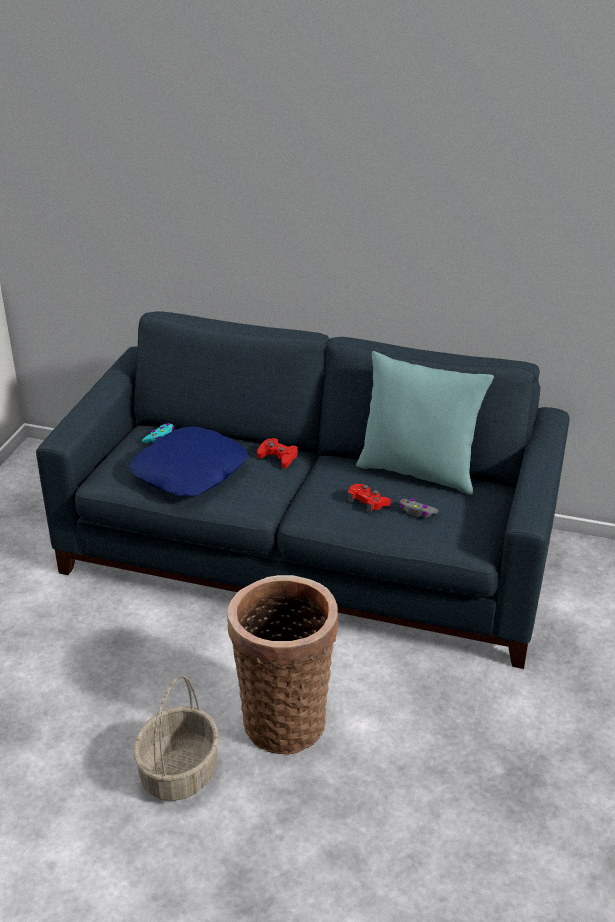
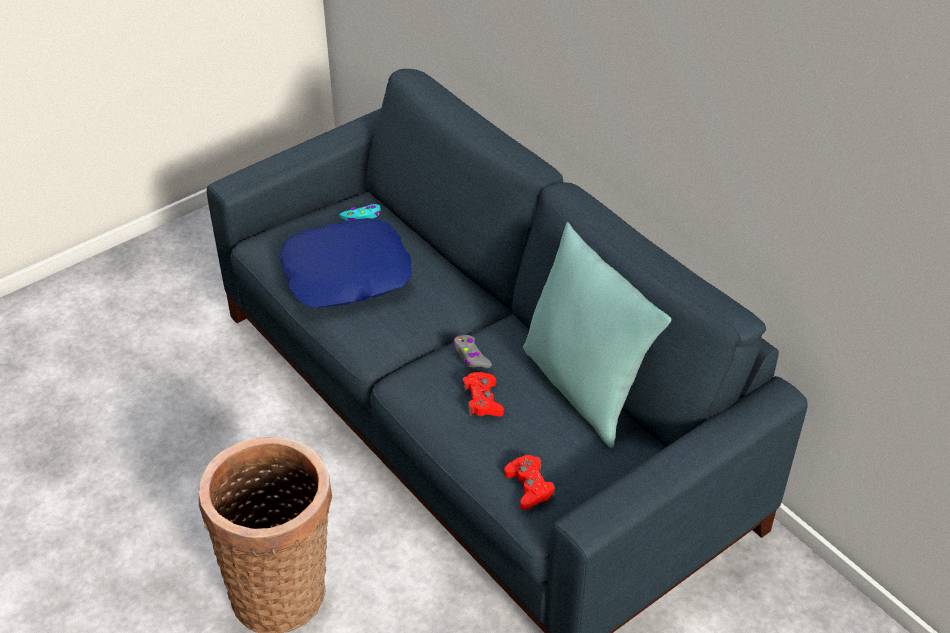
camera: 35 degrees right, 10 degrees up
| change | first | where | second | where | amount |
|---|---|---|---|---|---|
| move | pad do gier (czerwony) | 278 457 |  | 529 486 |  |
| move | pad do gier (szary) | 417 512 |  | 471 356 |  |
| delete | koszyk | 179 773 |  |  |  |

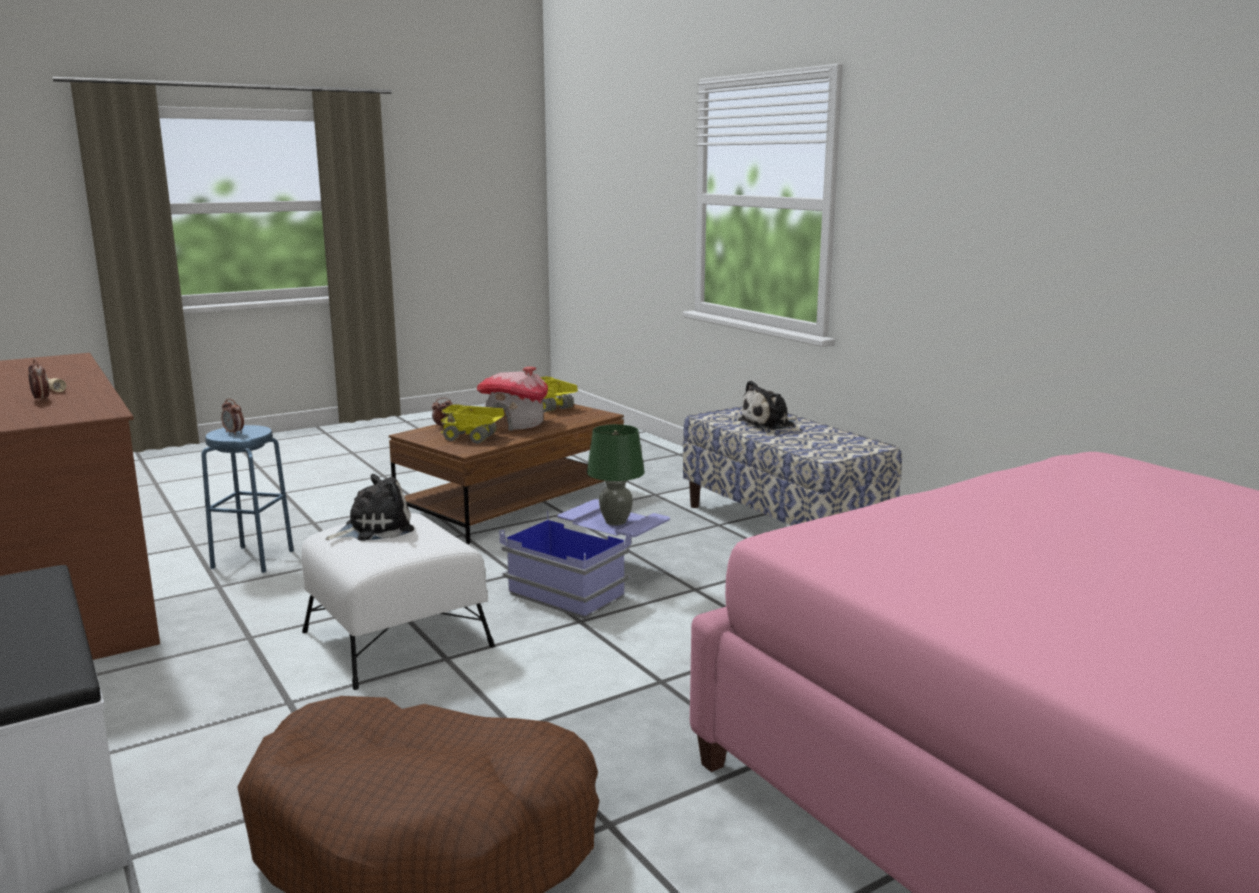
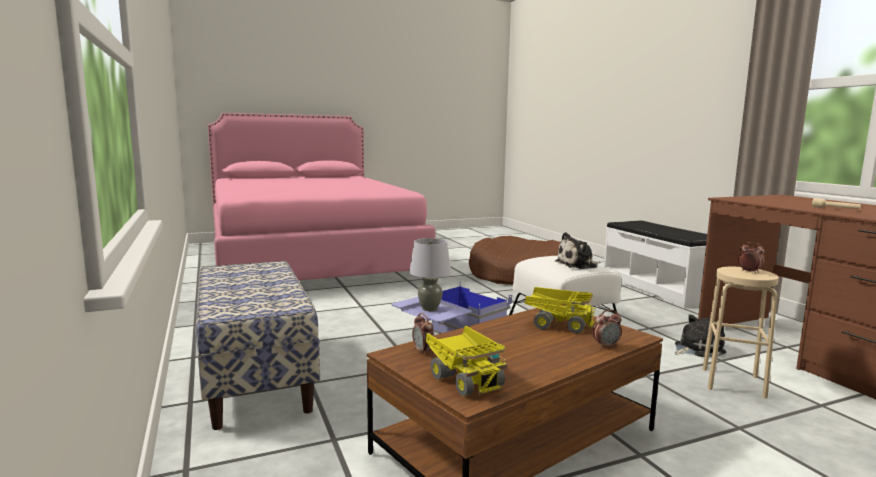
camera: 170 degrees left, 5 degrees down
| change | first | where | second | where | amount |
|---|---|---|---|---|---|
| move | budzik | 41 399 |  | 423 351 |  |
| delete | domek | 515 424 |  |  |  |
| move | pluszak | 769 424 |  | 696 349 |  |
| recolor | lampa stołowa (zielony) | 616 521 | lampa stołowa (szary) | 429 309 |  |
| recolor | stołek (niebieski) | 253 559 | stołek (beżowy) | 732 382 |  |

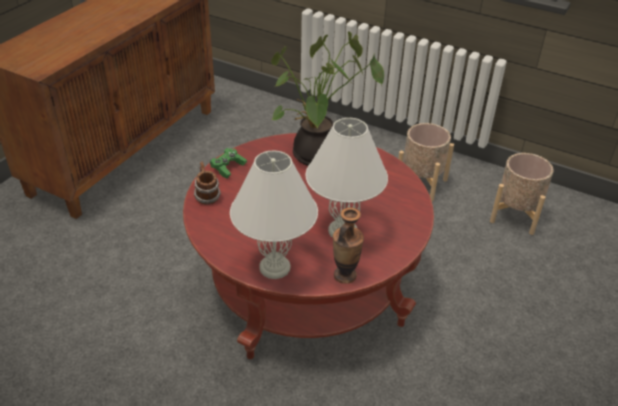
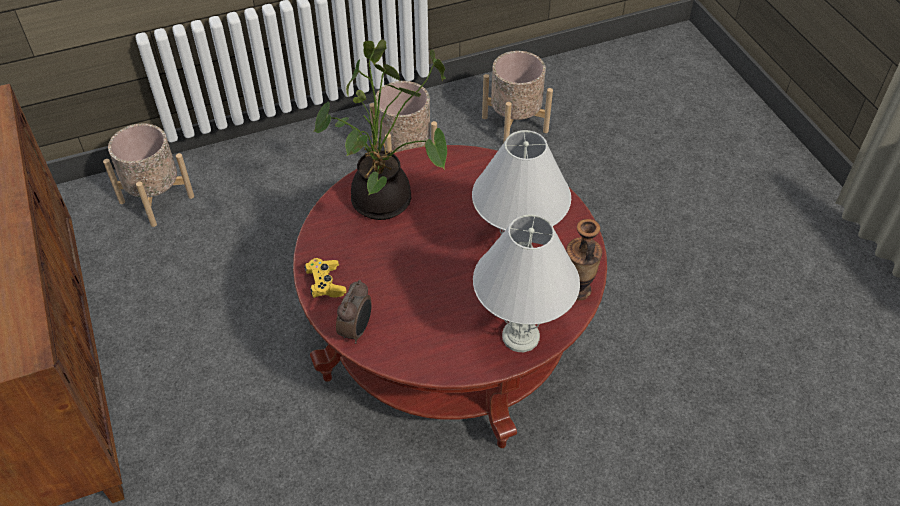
camera: 50 degrees left, 10 degrees up
| change | first | where | second | where | amount |
|---|---|---|---|---|---|
| recolor | pad do gier (zielony) | 228 167 | pad do gier (żółty) | 326 284 |  |
| replace | kubek | 206 196 | budzik | 357 330 |  |
| insert |  |  | donica (beżowy) | 156 199 |  |

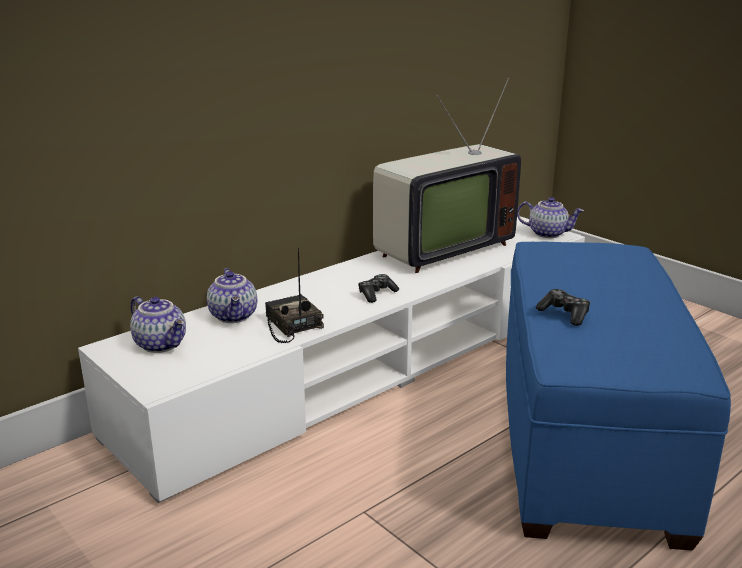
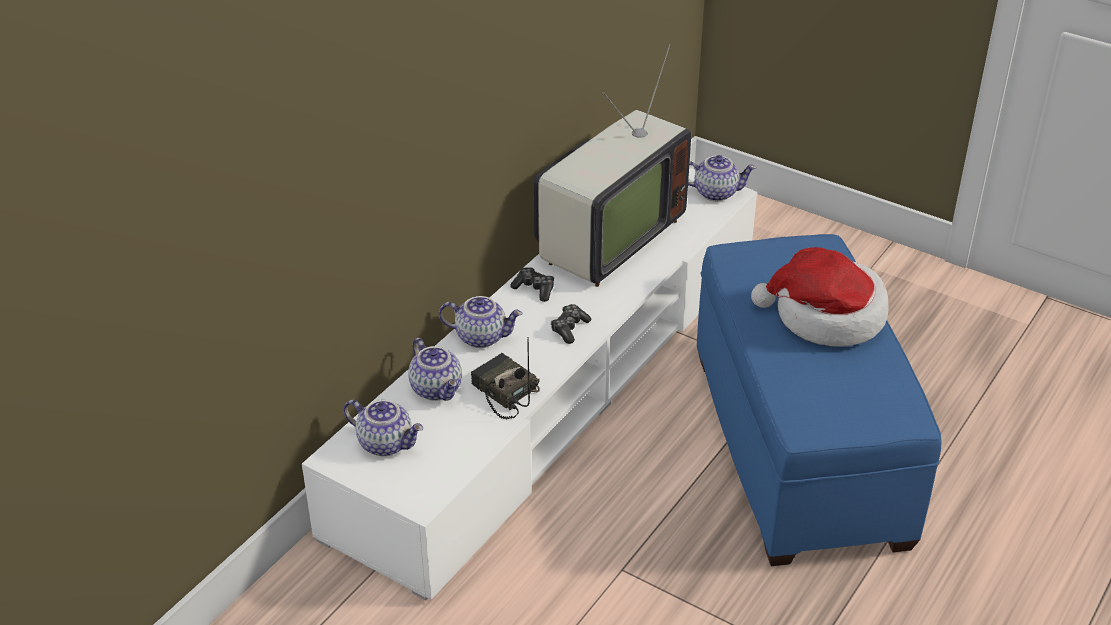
camera: 15 degrees left, 15 degrees up
| change | first | where | second | where | amount |
|---|---|---|---|---|---|
| move | pad do gier | 564 314 |  | 534 289 |  |
| insert |  |  | kapelusz | 826 316 |  |
| insert |  |  | imbryk | 482 337 |  |

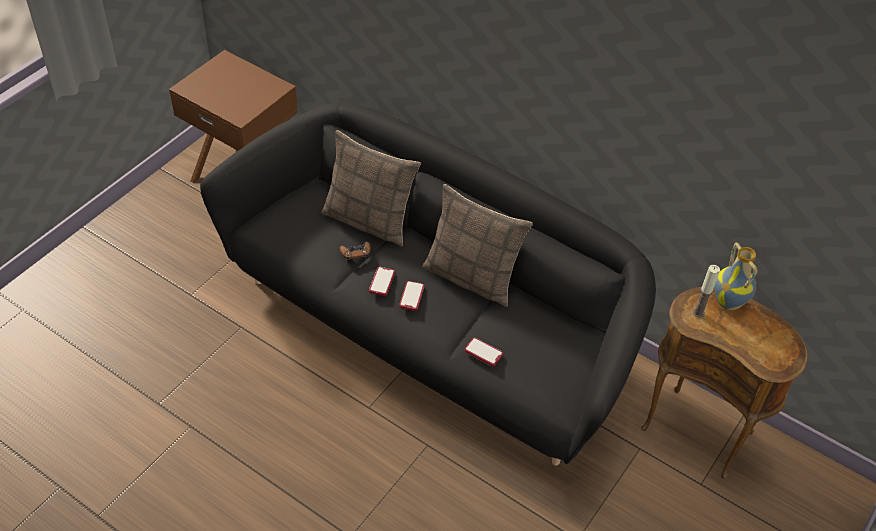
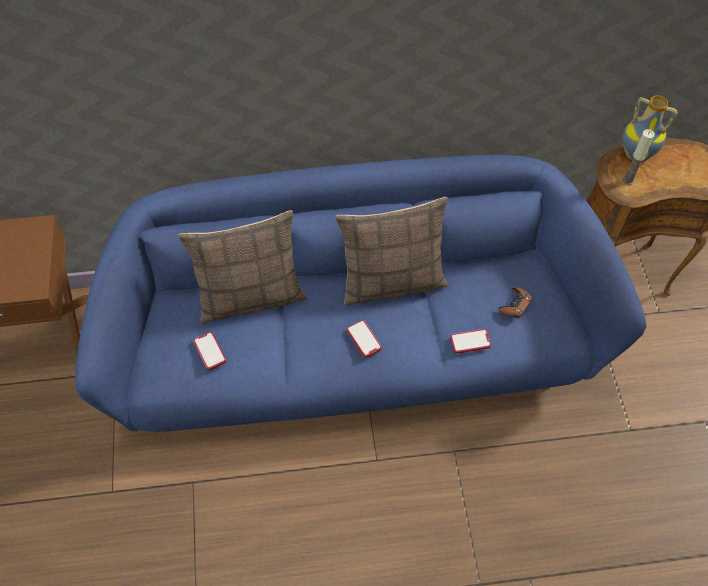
camera: 40 degrees left, 10 degrees up
| change | first | where | second | where | amount |
|---|---|---|---|---|---|
| recolor | kanapa (czarny) | 433 328 | kanapa (niebieski) | 354 346 |  |
| move | pad do gier (brązowy) | 356 253 |  | 515 305 |  |
| move | telefon | 382 282 |  | 210 351 |  |

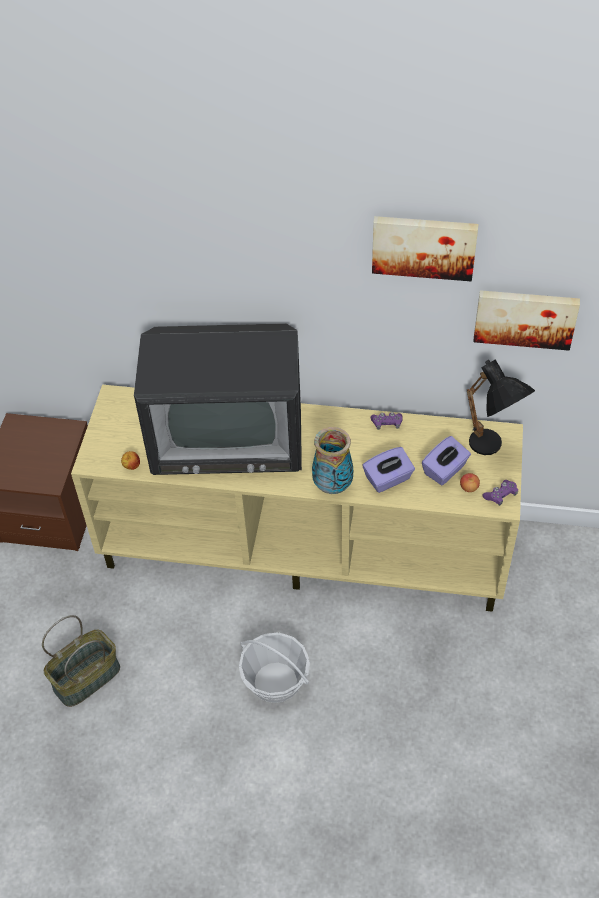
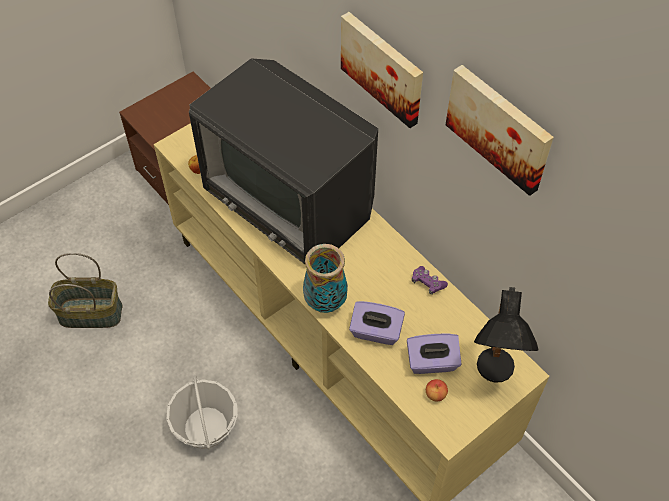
camera: 40 degrees right, 5 degrees up
| change | first | where | second | where | amount |
|---|---|---|---|---|---|
| move | obraz | 525 317 |  | 383 67 |  |
| delete | pad do gier (fioletowy) | 500 495 |  |  |  |

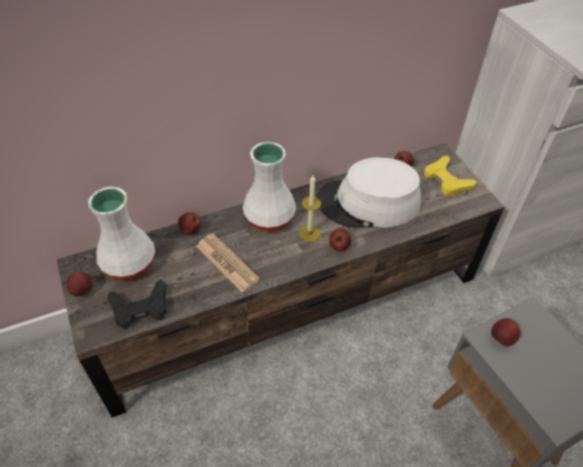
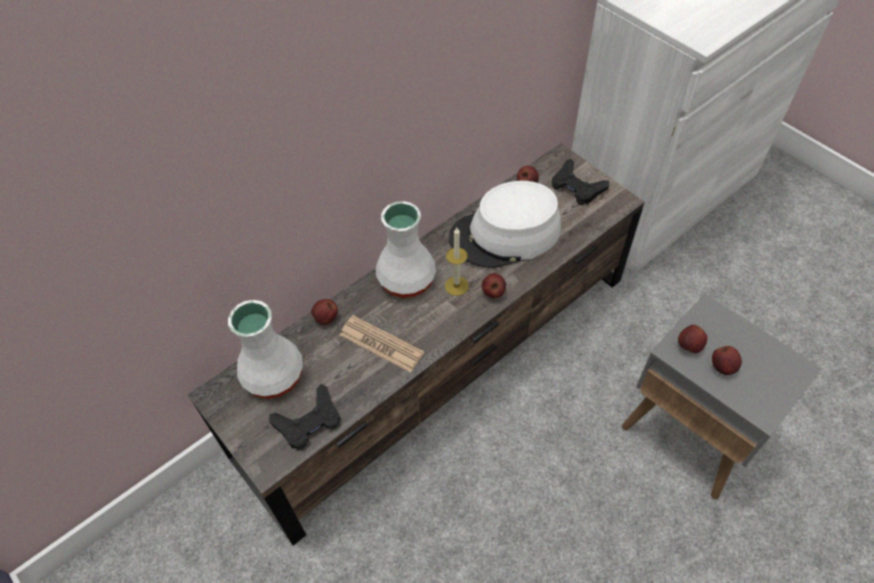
camera: 15 degrees left, 5 degrees up
| change | first | where | second | where | amount |
|---|---|---|---|---|---|
| recolor | pad do gier (żółty) | 446 180 | pad do gier (czarny) | 577 187 |  |
| move | jabłko | 82 291 |  | 723 367 |  |

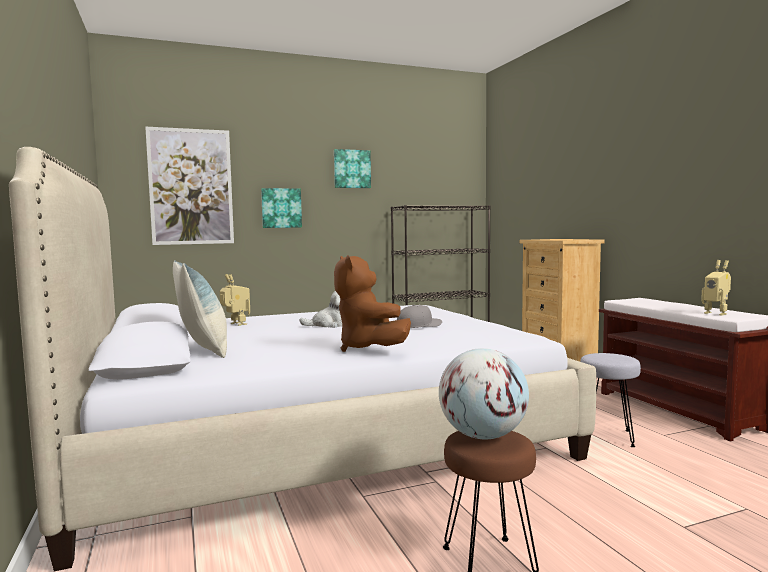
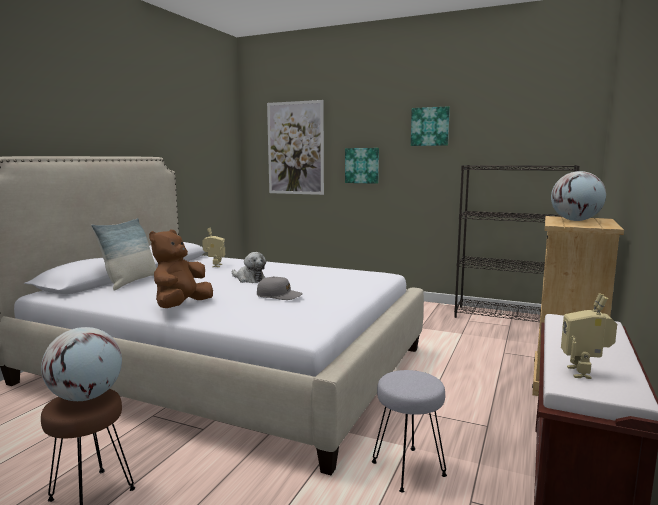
camera: 45 degrees right, 5 degrees up
| change | first | where | second | where | amount |
|---|---|---|---|---|---|
| insert |  |  | globus | 575 220 |  |

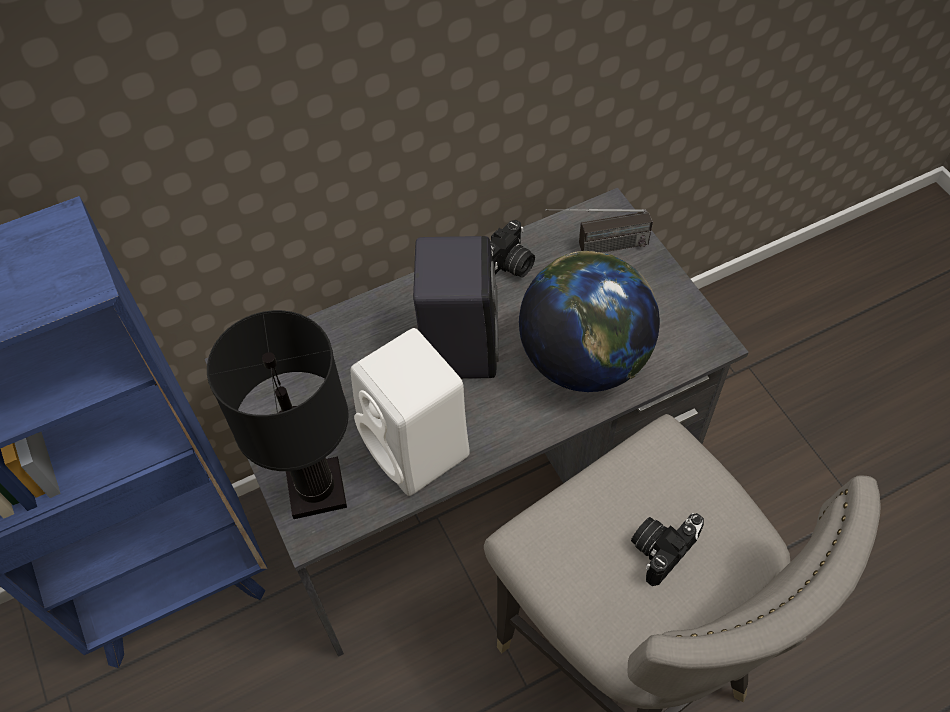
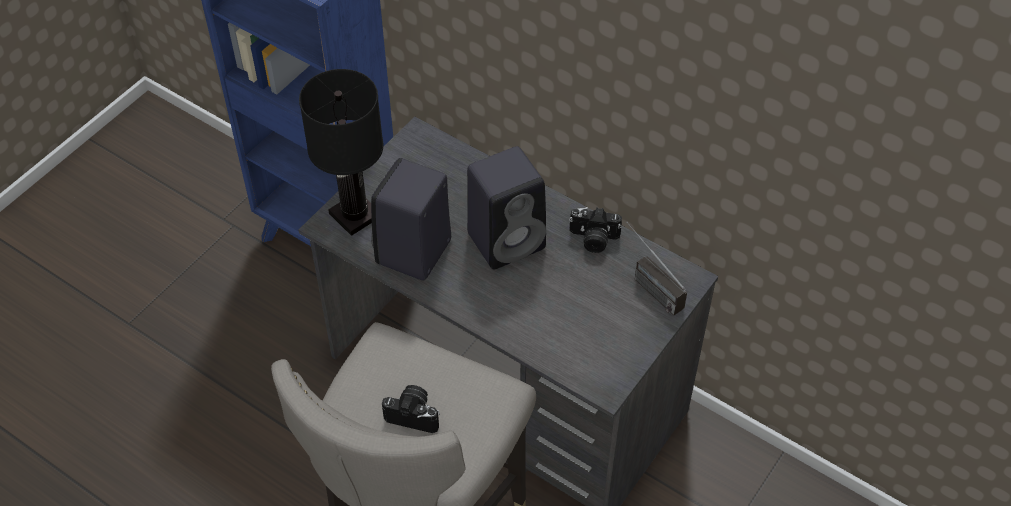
camera: 60 degrees right, 5 degrees down
| change | first | where | second | where | amount |
|---|---|---|---|---|---|
| delete | globus | 584 360 |  |  |  |
| recolor | głośnik (biały) | 419 449 | głośnik (czarny) | 413 253 |  |

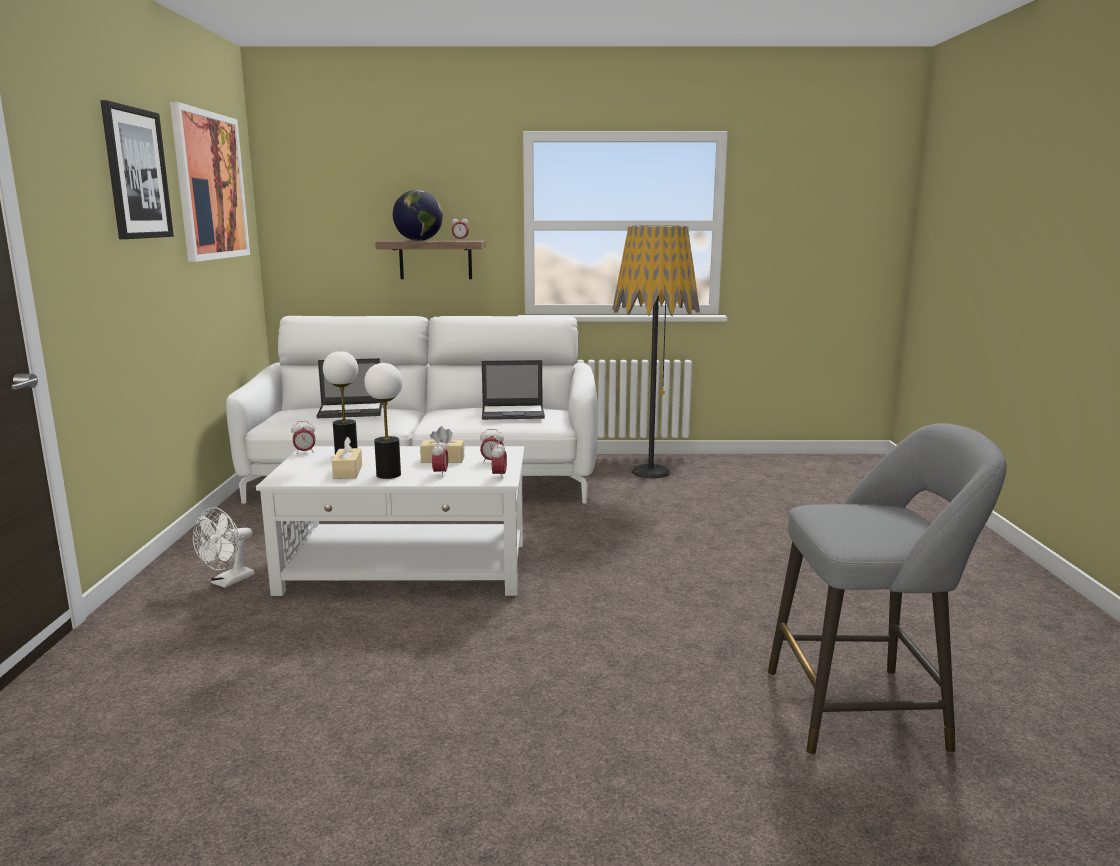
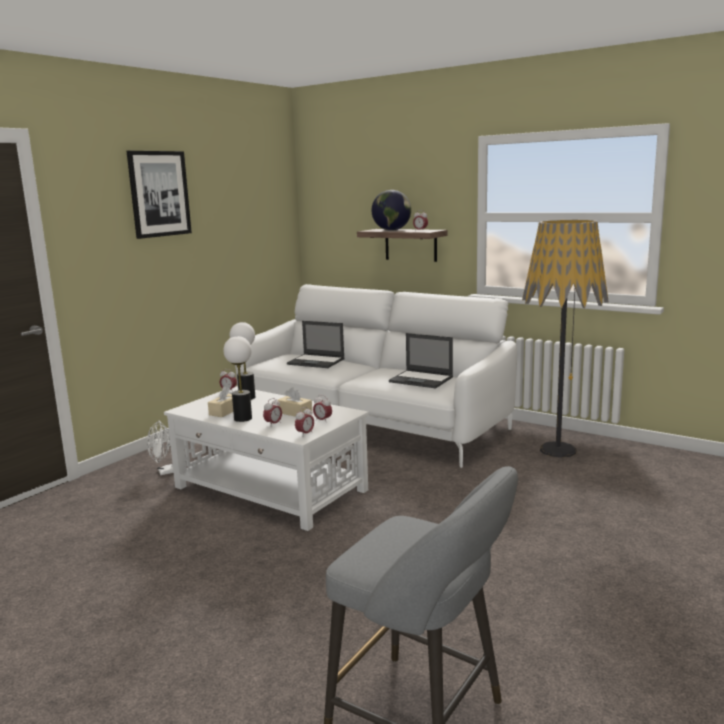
camera: 35 degrees right, 0 degrees up
| change | first | where | second | where | amount |
|---|---|---|---|---|---|
| delete | obraz | 210 186 |  |  |  |

